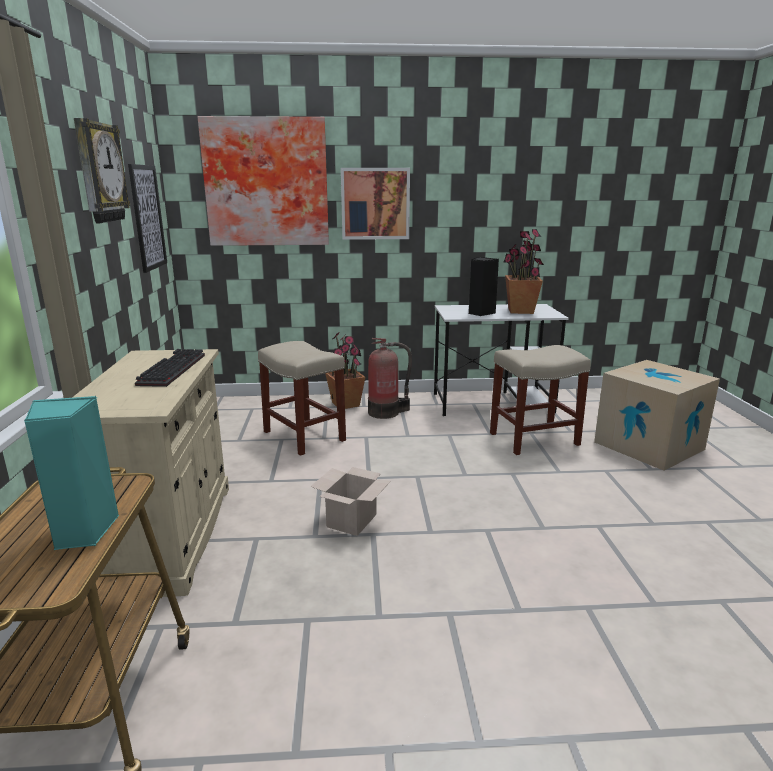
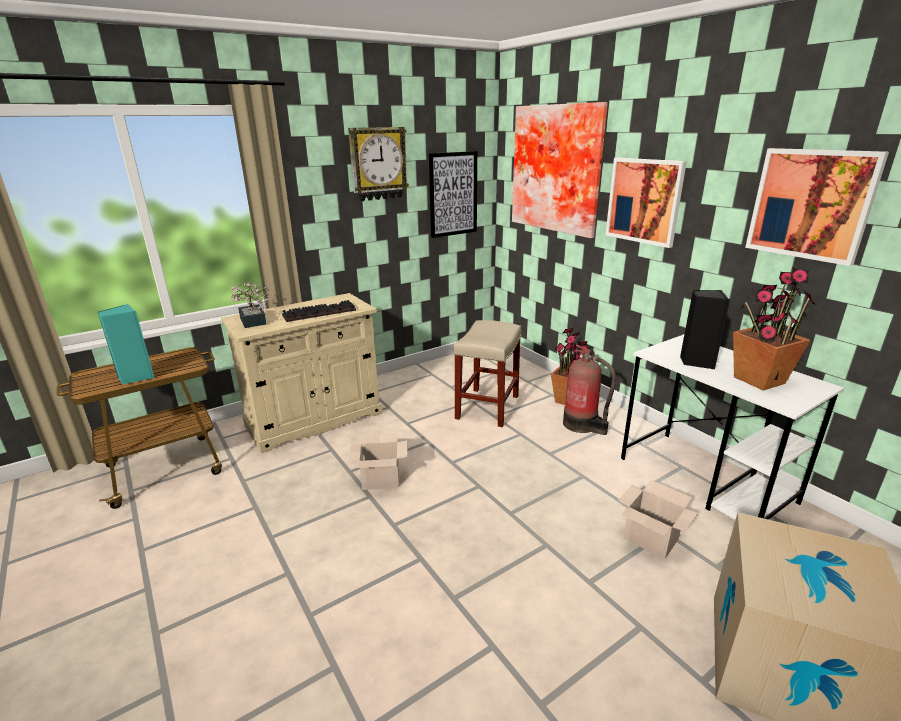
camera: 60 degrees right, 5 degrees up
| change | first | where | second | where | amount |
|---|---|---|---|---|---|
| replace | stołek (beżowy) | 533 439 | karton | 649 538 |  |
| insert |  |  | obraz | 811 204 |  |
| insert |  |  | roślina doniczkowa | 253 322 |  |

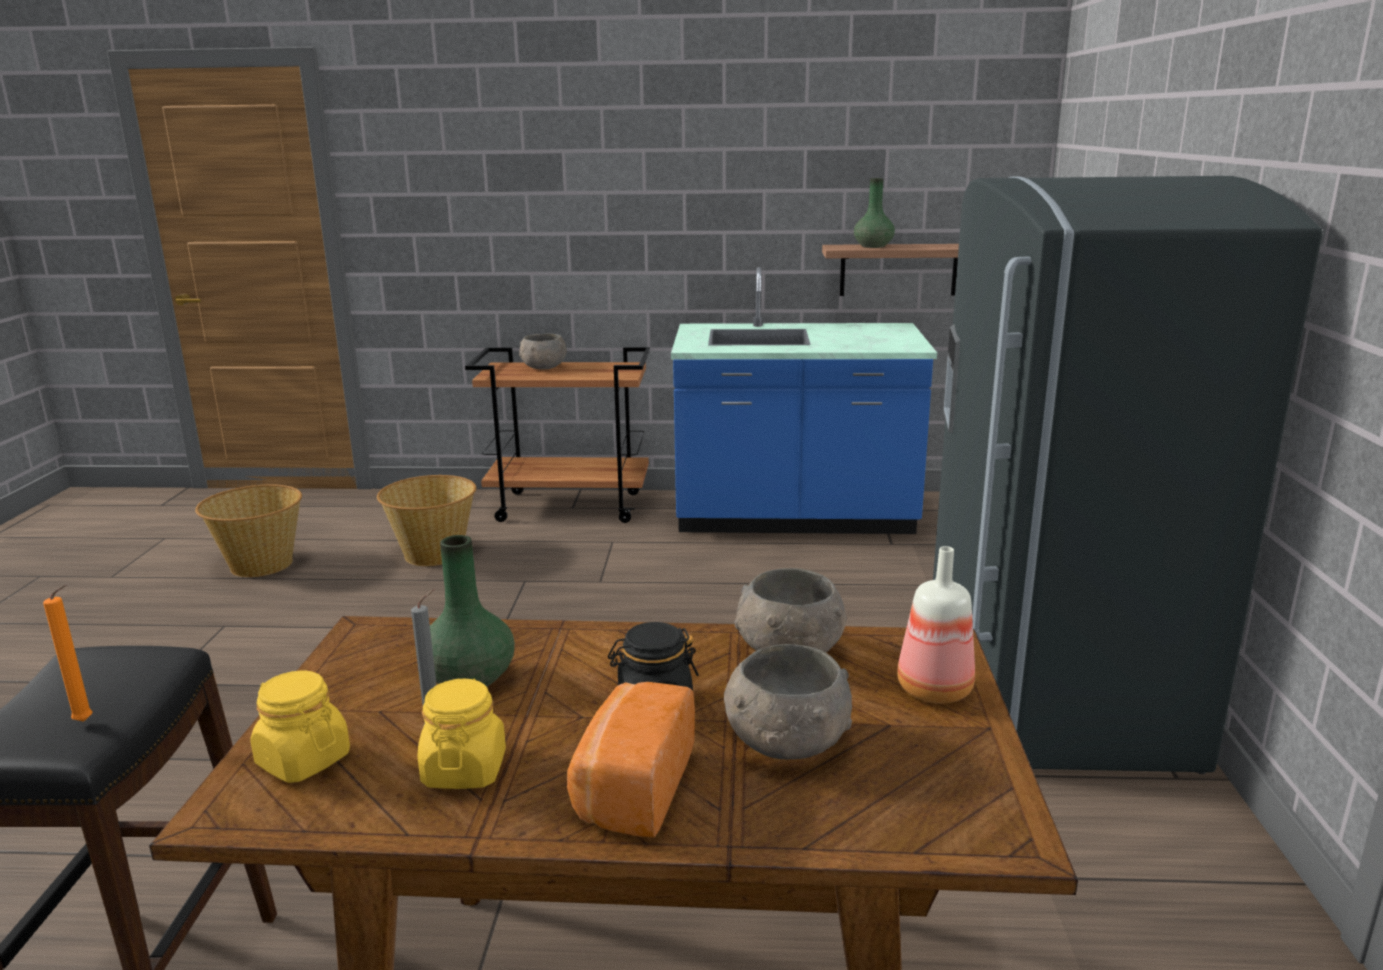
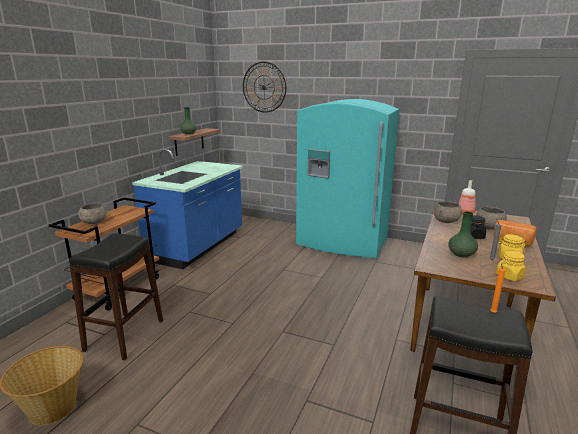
camera: 70 degrees left, 0 degrees up
| change | first | where | second | where | amount |
|---|---|---|---|---|---|
| recolor | lodówka (szary) | 1045 689 | lodówka (turkusowy) | 342 243 |  |
| replace | koszyk | 434 553 | stołek (czarny) | 125 335 |  |
| insert |  |  | zegar ścienny | 264 87 |  |

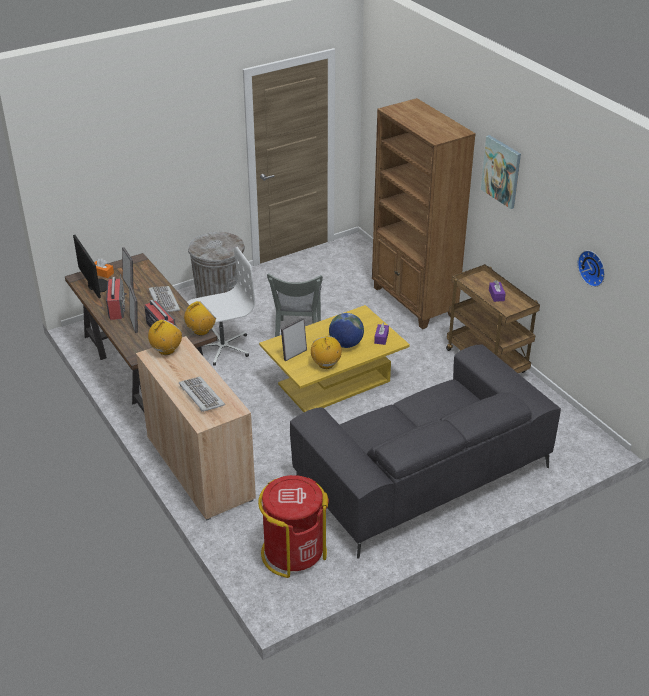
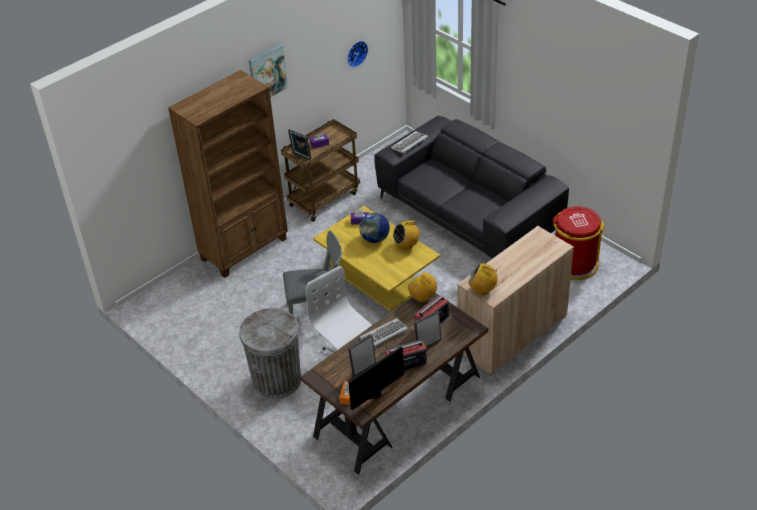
camera: 100 degrees left, 5 degrees up
| change | first | where | second | where | amount |
|---|---|---|---|---|---|
| move | ramka na zdjęcie | 294 354 |  | 301 157 |  |
| move | klawiatura | 201 396 |  | 409 144 |  |

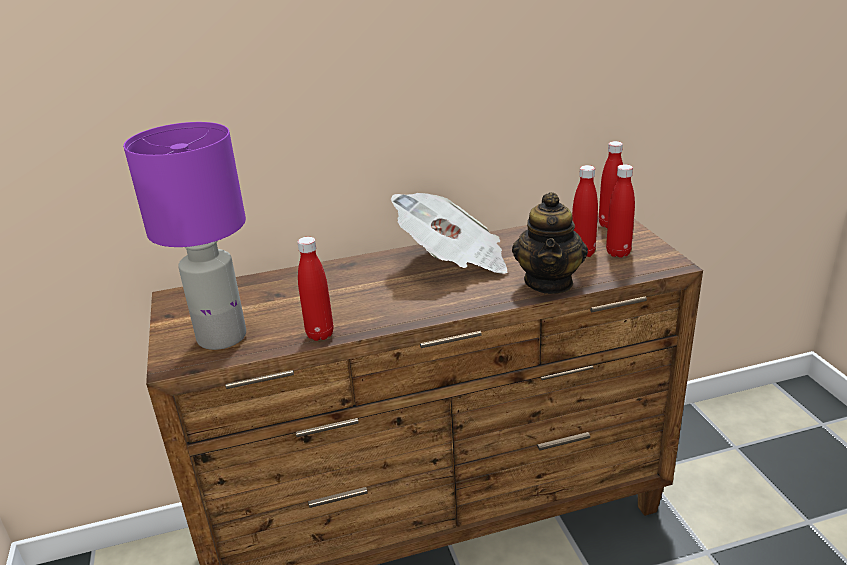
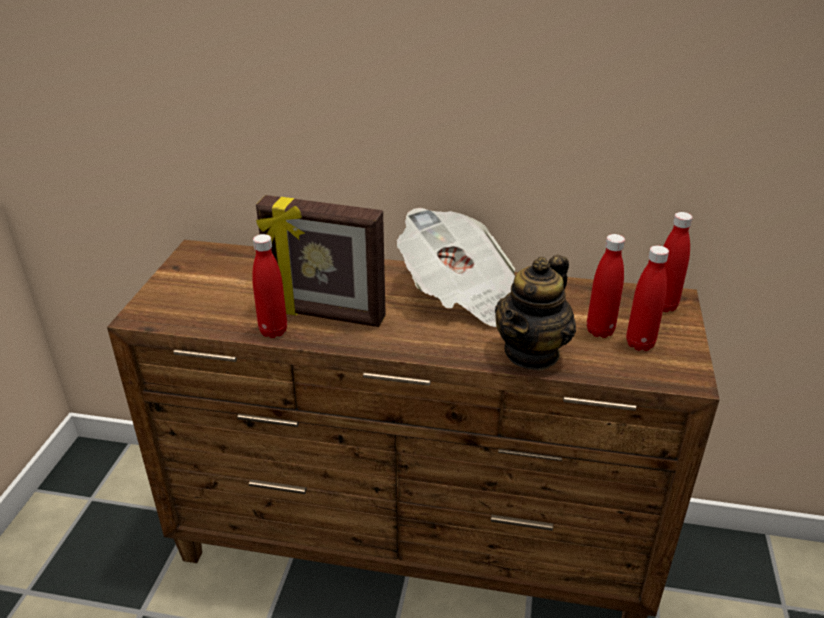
camera: 25 degrees right, 5 degrees up
| change | first | where | second | where | amount |
|---|---|---|---|---|---|
| delete | lampa stołowa (fioletowy) | 223 336 |  |  |  |
| insert |  |  | ramka na zdjęcie | 326 315 |  |

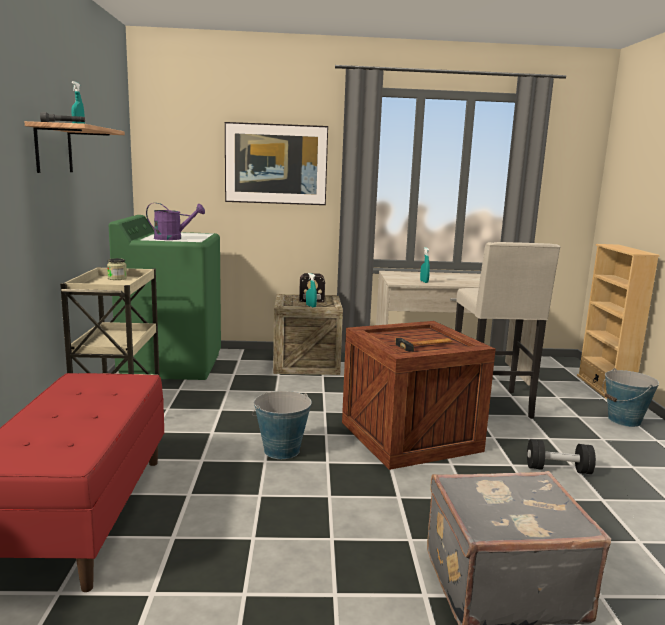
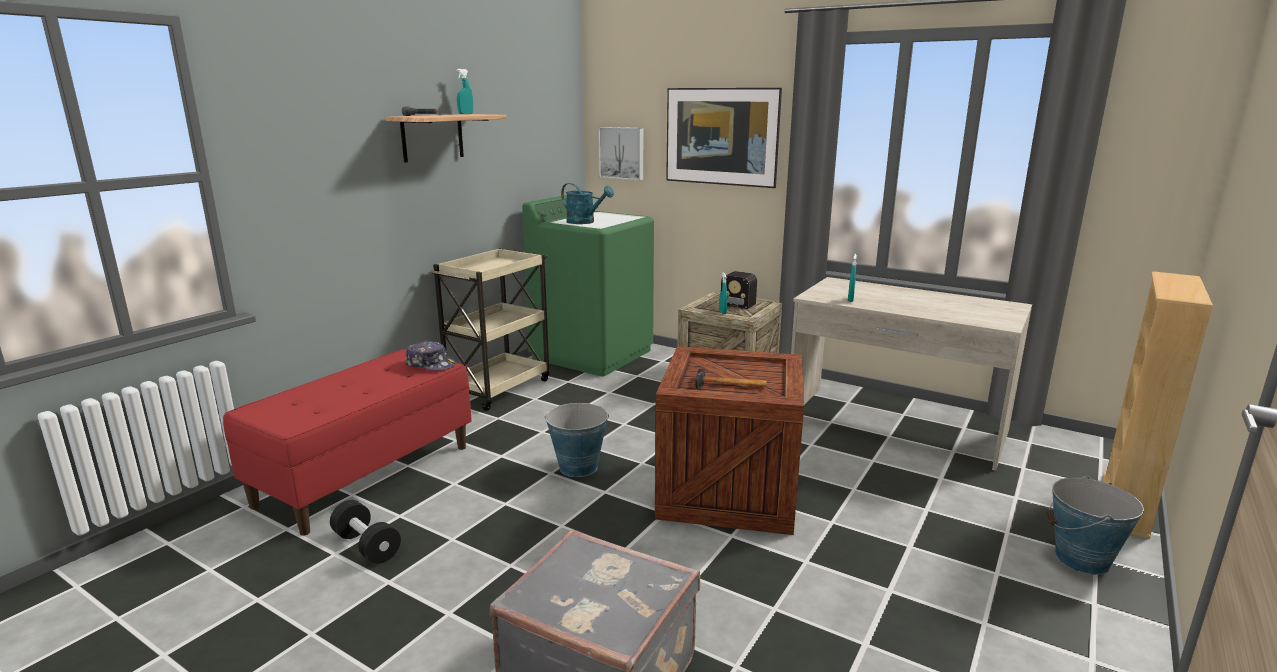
camera: 35 degrees right, 5 degrees up
| change | first | where | second | where | amount |
|---|---|---|---|---|---|
| recolor | konewka (fioletowy) | 173 238 | konewka (turkusowy) | 585 222 |  |
| delete | stołek (beżowy) | 492 405 |  |  |  |
| delete | słoik | 117 278 |  |  |  |
| move | hantel (czarny) | 558 469 |  | 366 546 |  |
| insert |  |  | obraz | 622 153 |  |
| insert |  |  | czapka z daszkiem | 431 364 |  |

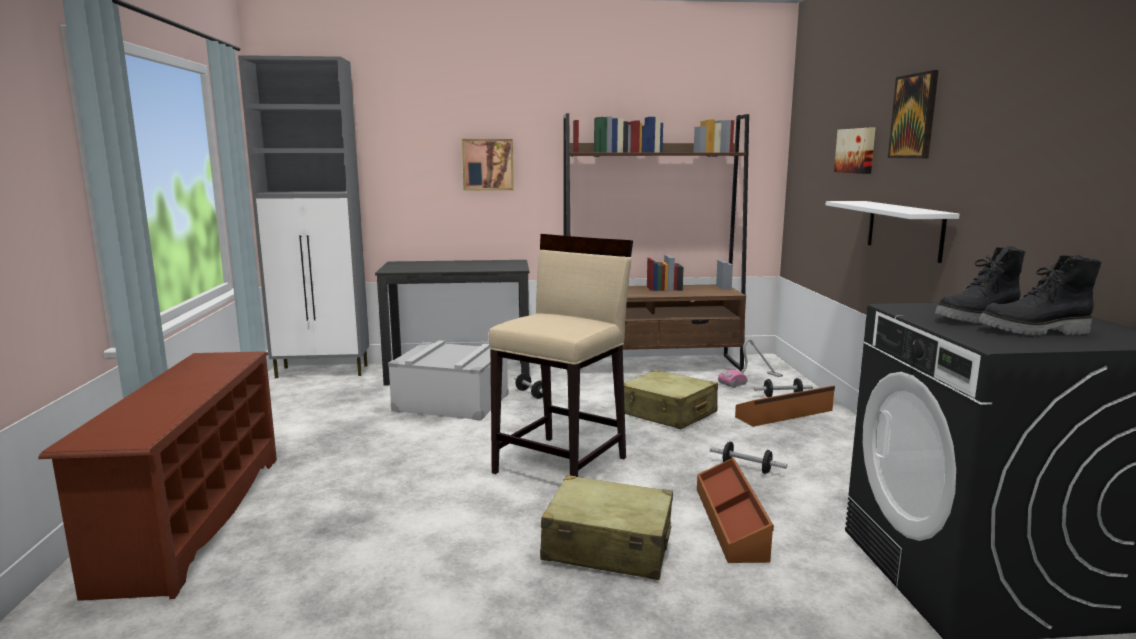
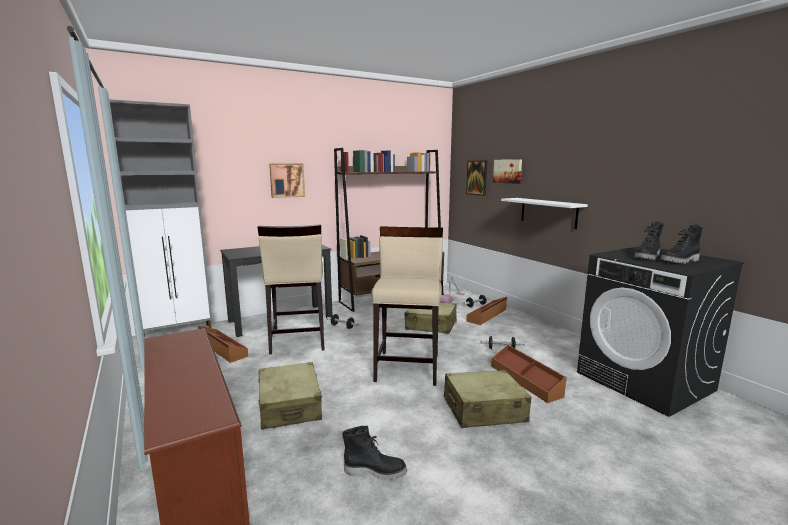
camera: 25 degrees left, 0 degrees up
| change | first | where | second | where | amount |
|---|---|---|---|---|---|
| move | obraz | 914 116 |  | 477 177 |  |
| replace | pojemnik do przechowywania (szary) | 451 402 | stołek (beżowy) | 297 341 |  |
| insert |  |  | pojemnik do przechowywania (brązowy) | 222 349 |  |
| insert |  |  | walizka (beżowy) | 290 406 |  |
| insert |  |  | but z cholewką (czarny) | 375 471 |  |

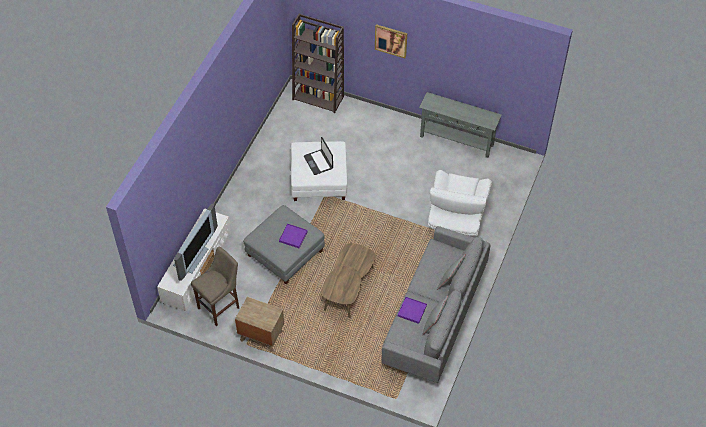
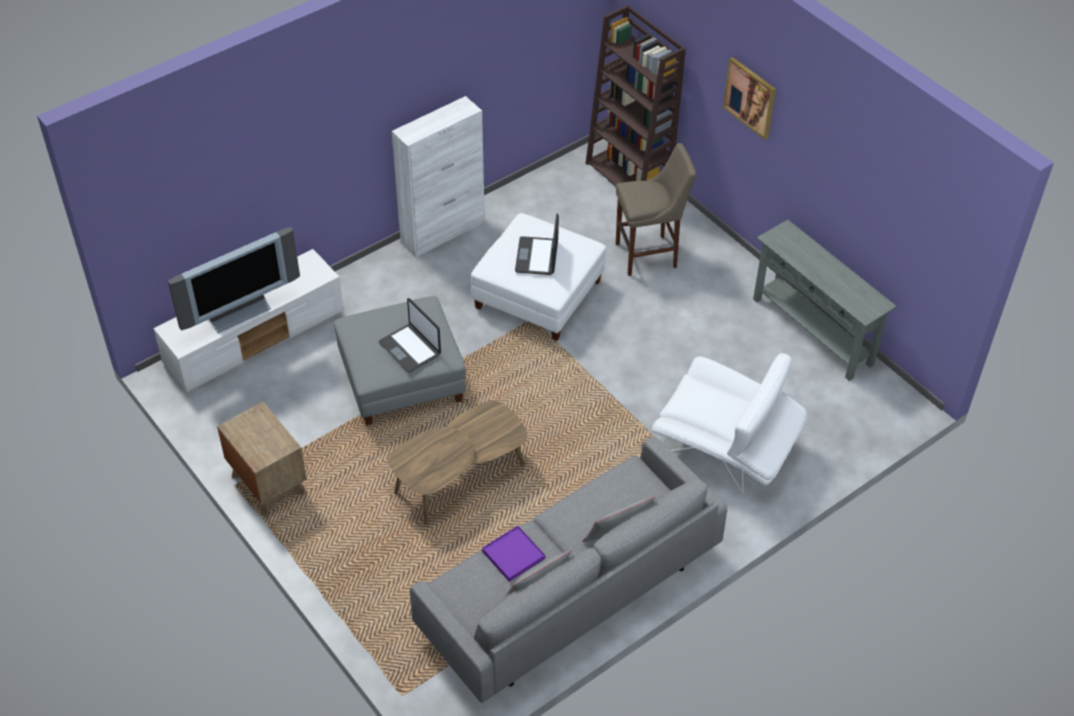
camera: 30 degrees right, 5 degrees down
| change | first | where | second | where | amount |
|---|---|---|---|---|---|
| rotate | fotel (biały) | 456 216 |  | 725 449 | 105 degrees counterclockwise |
| replace | taca (fioletowy) | 293 236 | laptop | 410 348 |  |
| move | stołek (beżowy) | 220 307 |  | 649 255 |  |
| insert |  |  | szafka (biały) | 443 232 |  |

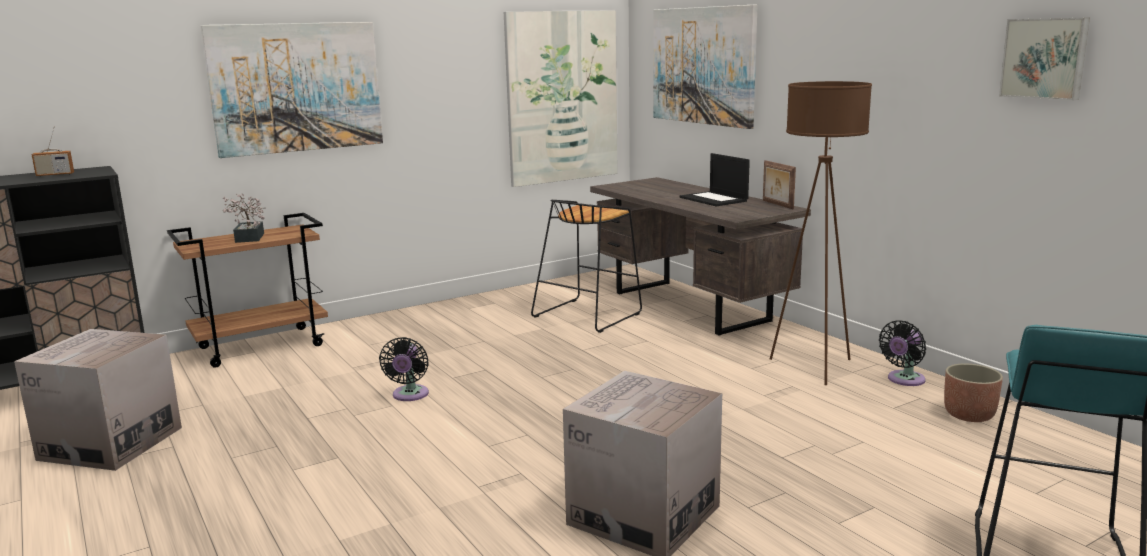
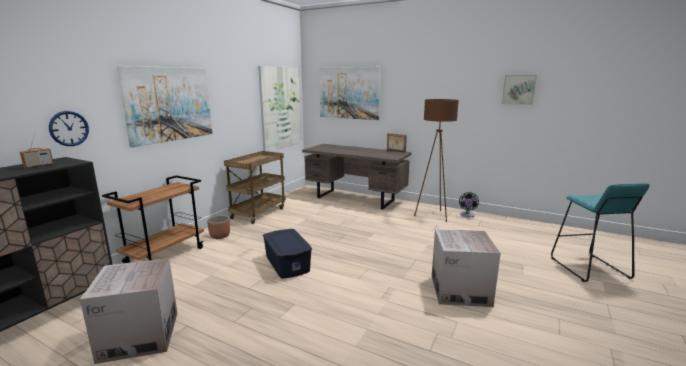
camera: 30 degrees left, 0 degrees up
| change | first | where | second | where | amount |
|---|---|---|---|---|---|
| delete | laptop | 714 199 |  |  |  |
| delete | roślina doniczkowa | 248 239 |  |  |  |
| delete | stołek (czarny) | 587 314 |  |  |  |
| replace | wentylator (czarny) | 409 395 | pojemnik do przechowywania (niebieski) | 287 263 |  |
| move | donica | 969 415 |  | 220 236 |  |
| insert |  |  | zegar ścienny | 69 128 |  |
| insert |  |  | wózek (brązowy) | 258 213 |  |

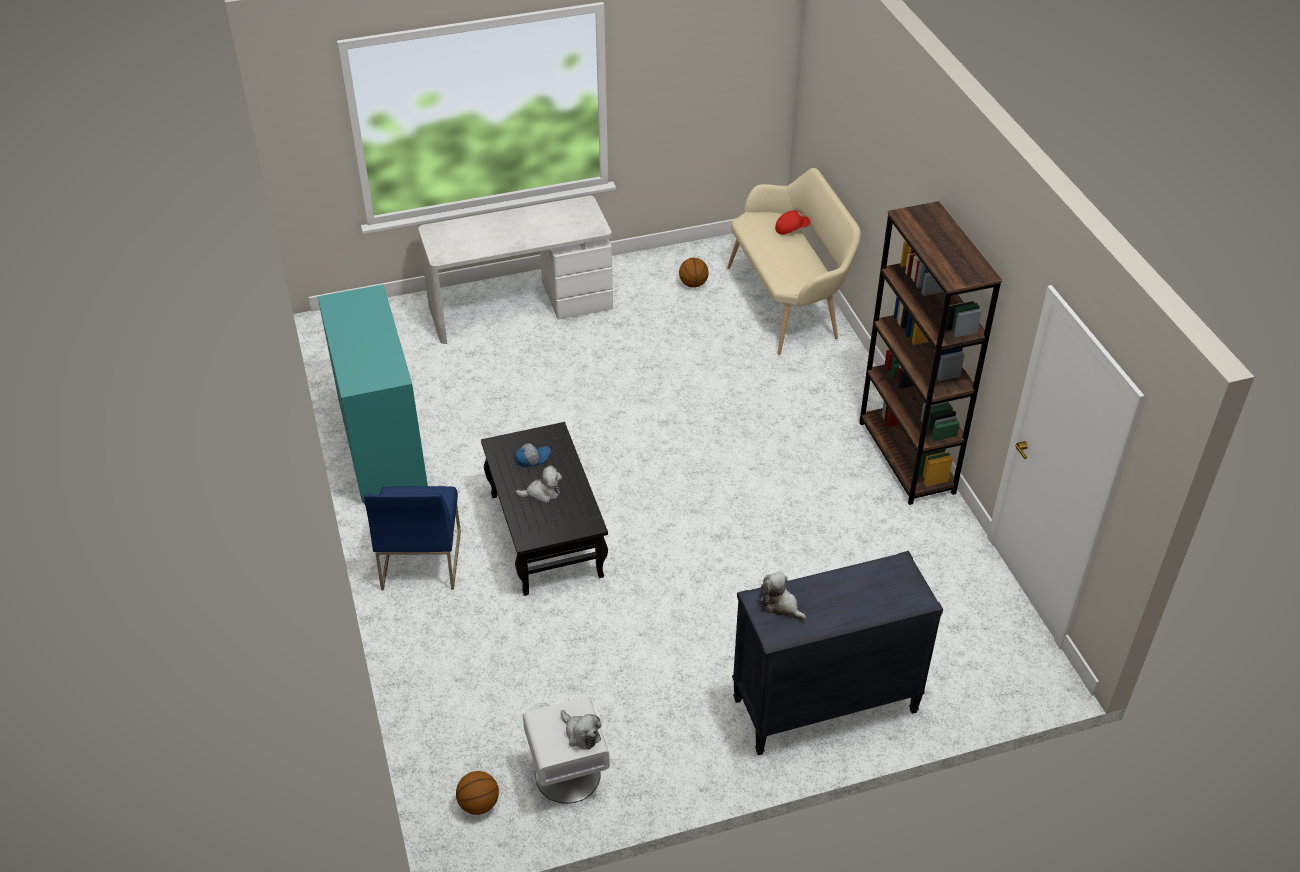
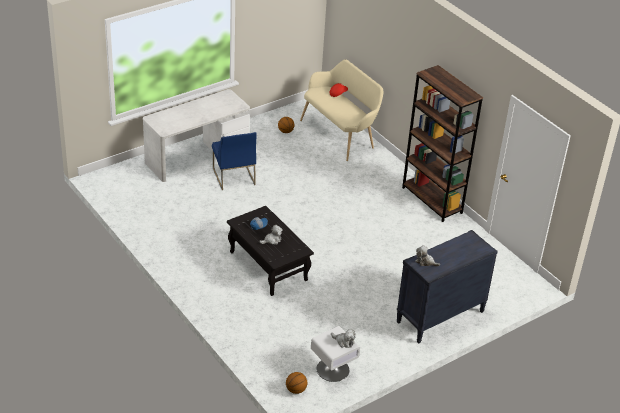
camera: 20 degrees left, 5 degrees down
| change | first | where | second | where | amount |
|---|---|---|---|---|---|
| delete | komoda (turkusowy) | 382 445 |  |  |  |
| move | krzesło (niebieski) | 420 559 |  | 233 176 |  |

